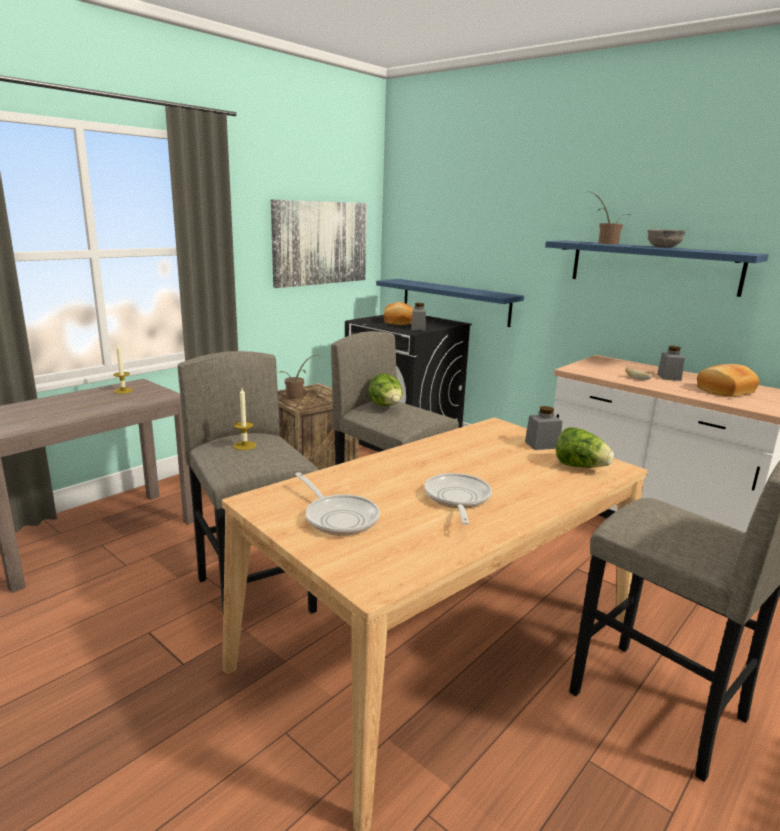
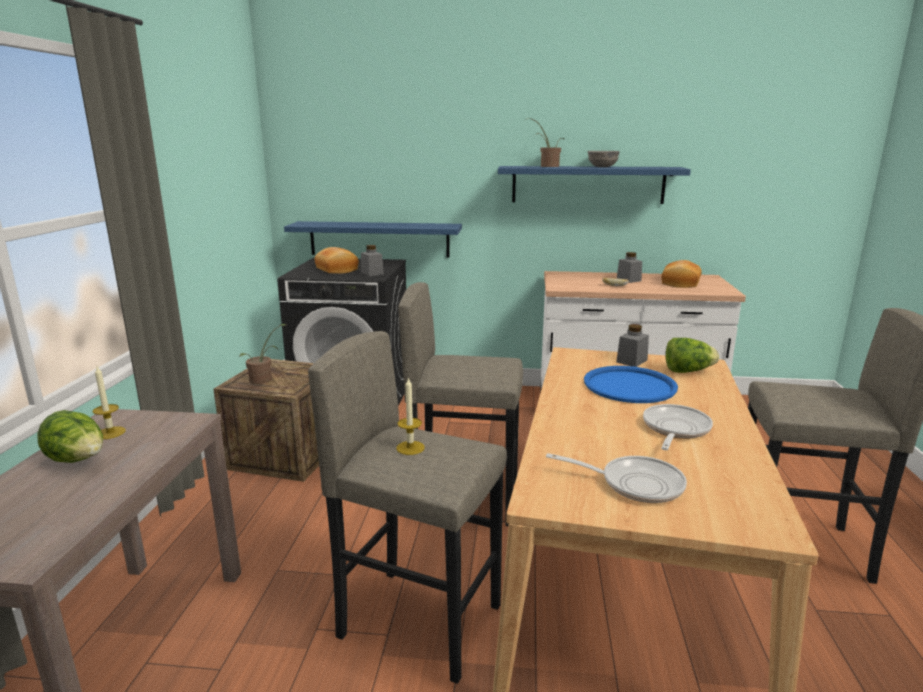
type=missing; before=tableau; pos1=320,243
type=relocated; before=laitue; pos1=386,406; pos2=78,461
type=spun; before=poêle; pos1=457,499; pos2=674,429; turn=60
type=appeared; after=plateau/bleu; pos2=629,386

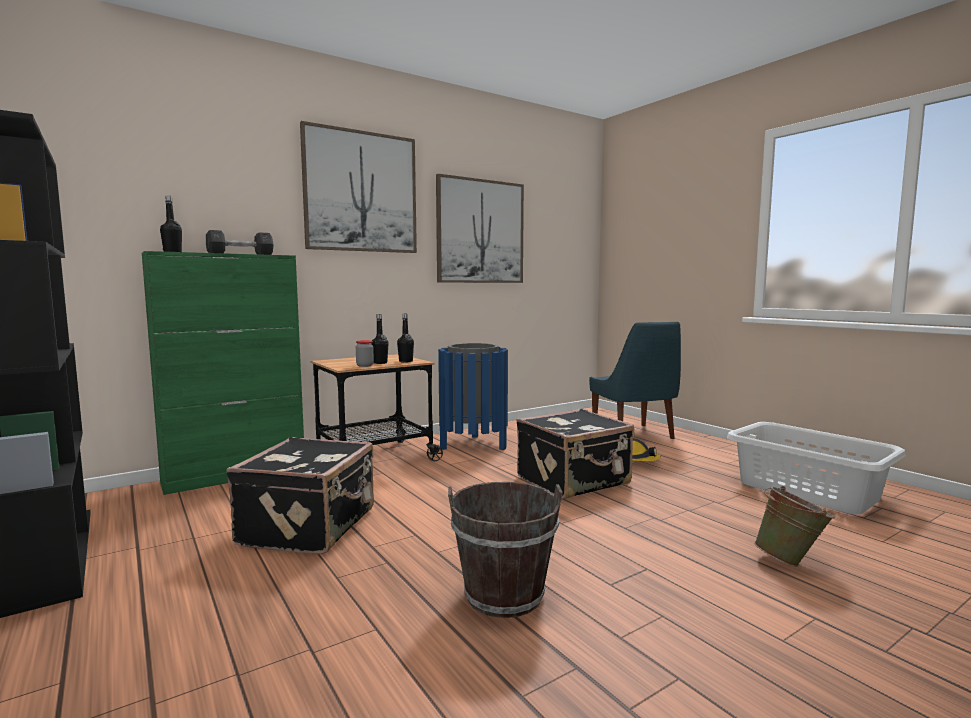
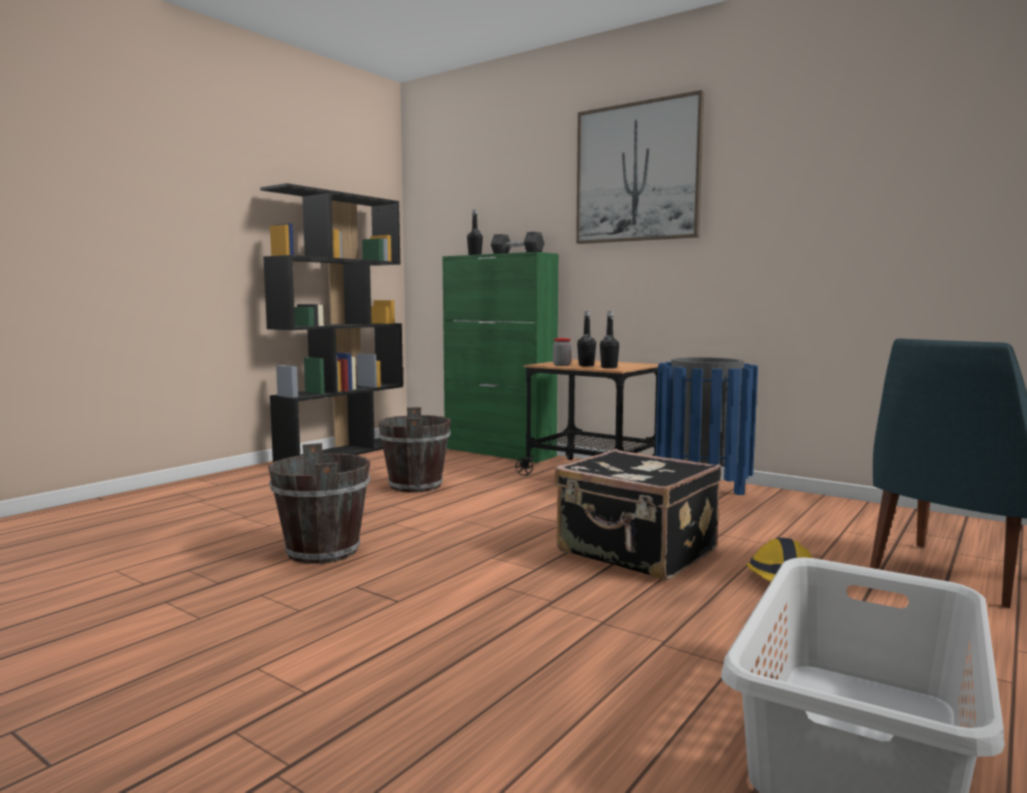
type=missing; before=tableau; pos1=480,232
type=exchanged; before=valise/noir; after=seau/marron; pos1=311,527; pos2=416,486
type=missing; before=seau/vert; pos1=791,561

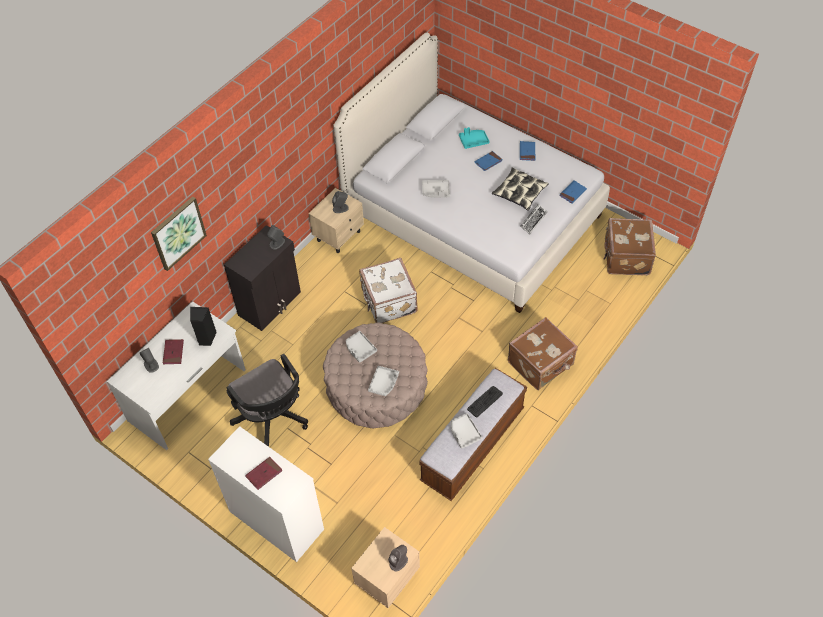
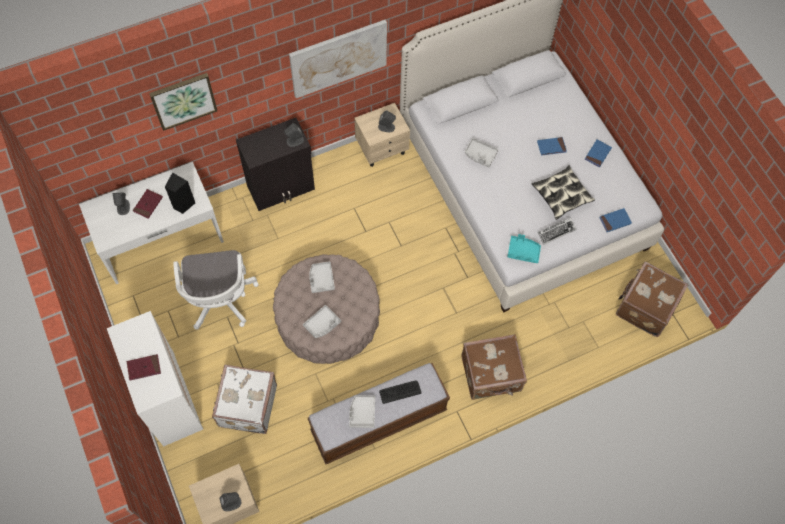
type=relocated; before=plateau/turquoise; pos1=473,141; pos2=523,251
type=relocated; before=valise/blanc; pos1=388,302; pos2=246,406
type=colour; before=chaise de bureau/noir; after=chaise de bureau/blanc; pos1=273,419; pos2=220,302
type=appeared; after=tableau; pos2=338,58

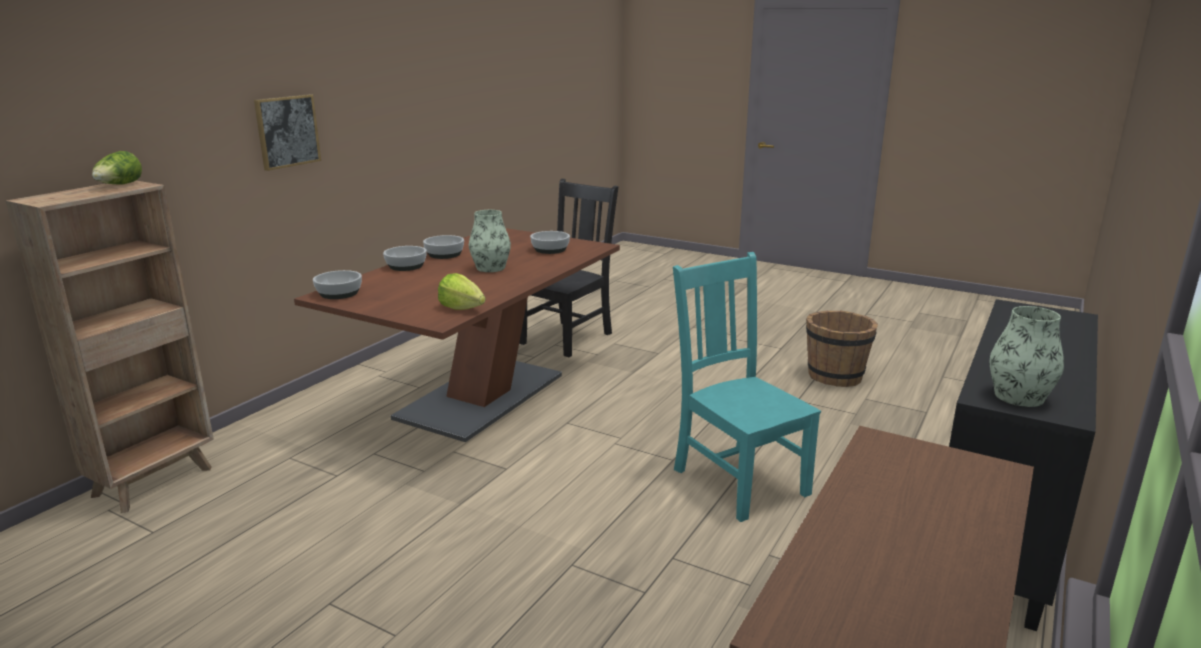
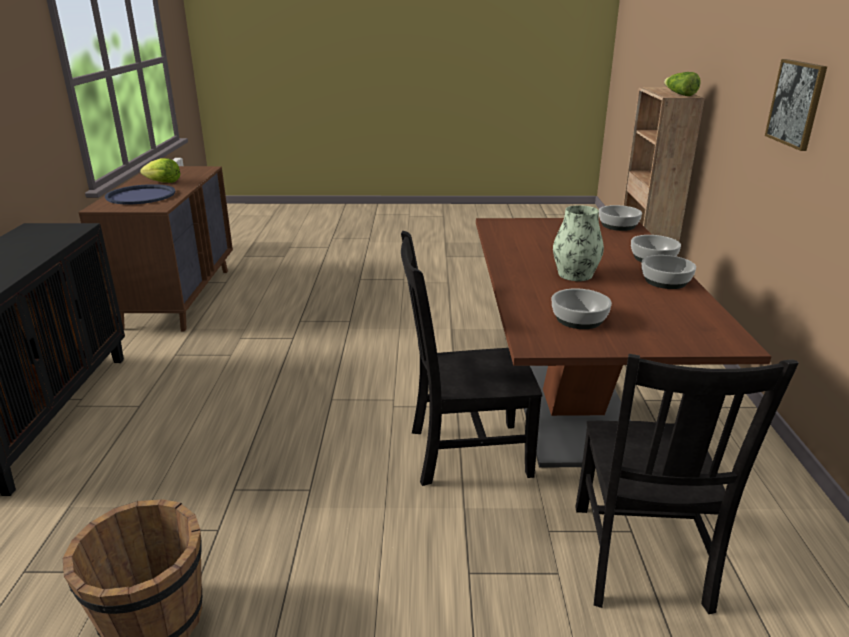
type=missing; before=chaise/turquoise; pos1=737,479
type=relocated; before=laitue; pos1=461,308; pos2=163,182
type=missing; before=vase; pos1=1019,396
type=appeared; after=plateau/bleu; pos2=141,196
type=appeared; after=chaise/noir; pos2=464,452

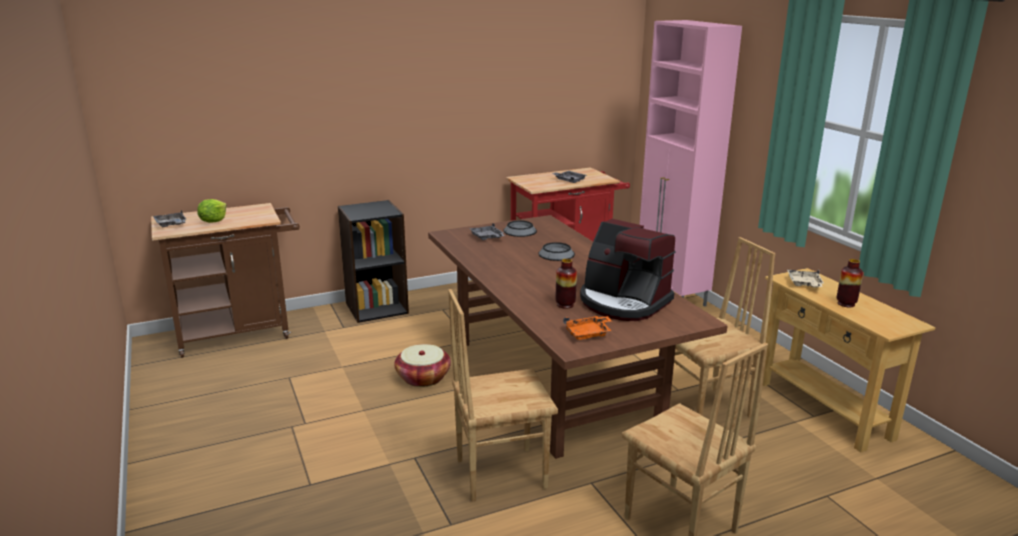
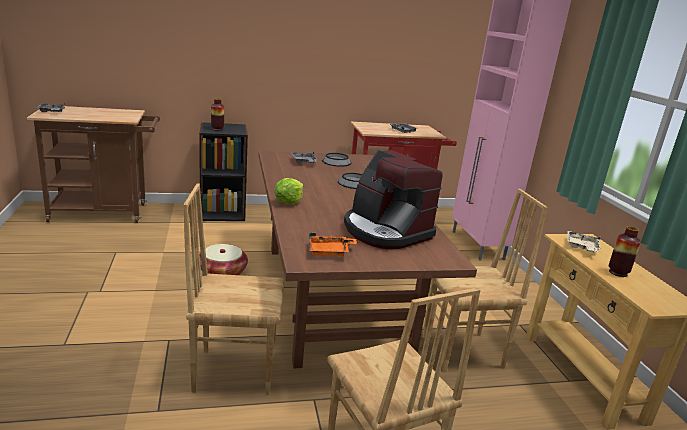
type=relocated; before=laitue; pos1=213,221; pos2=288,202
type=relocated; before=vase; pos1=565,305; pos2=217,129

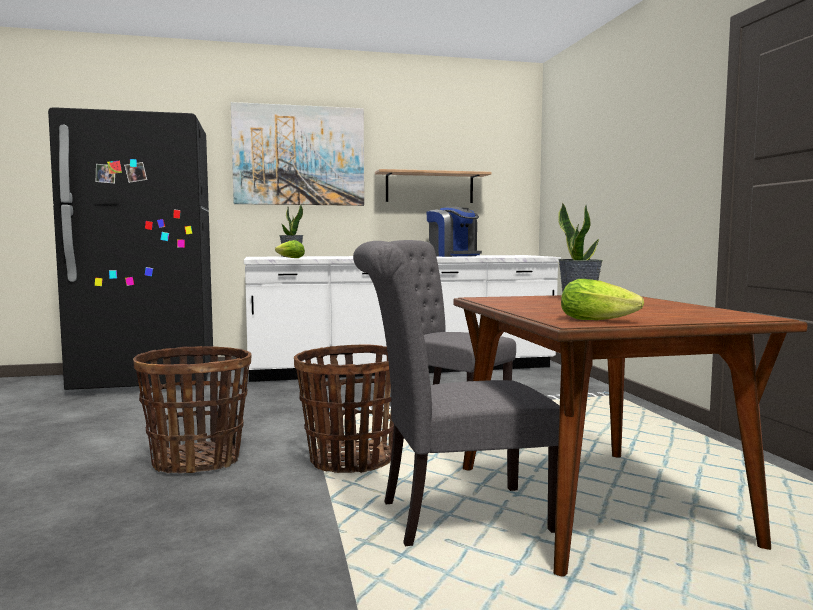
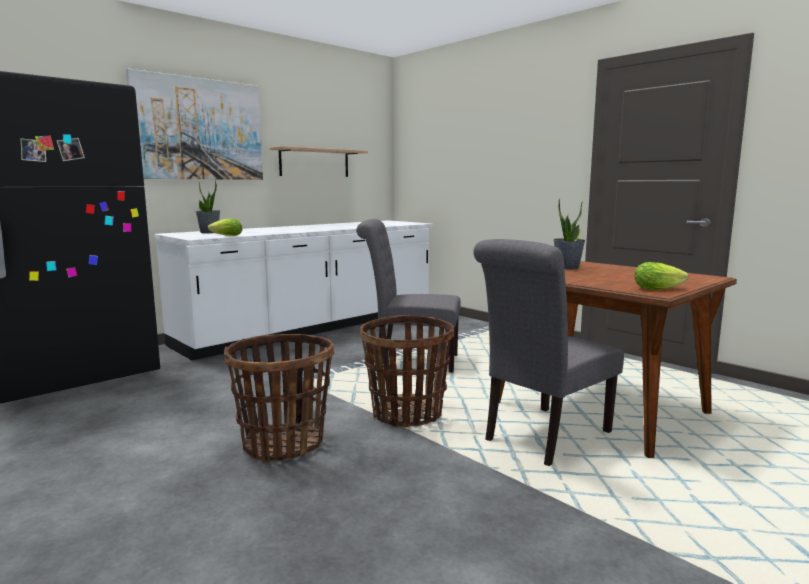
type=missing; before=machine à café; pos1=453,256

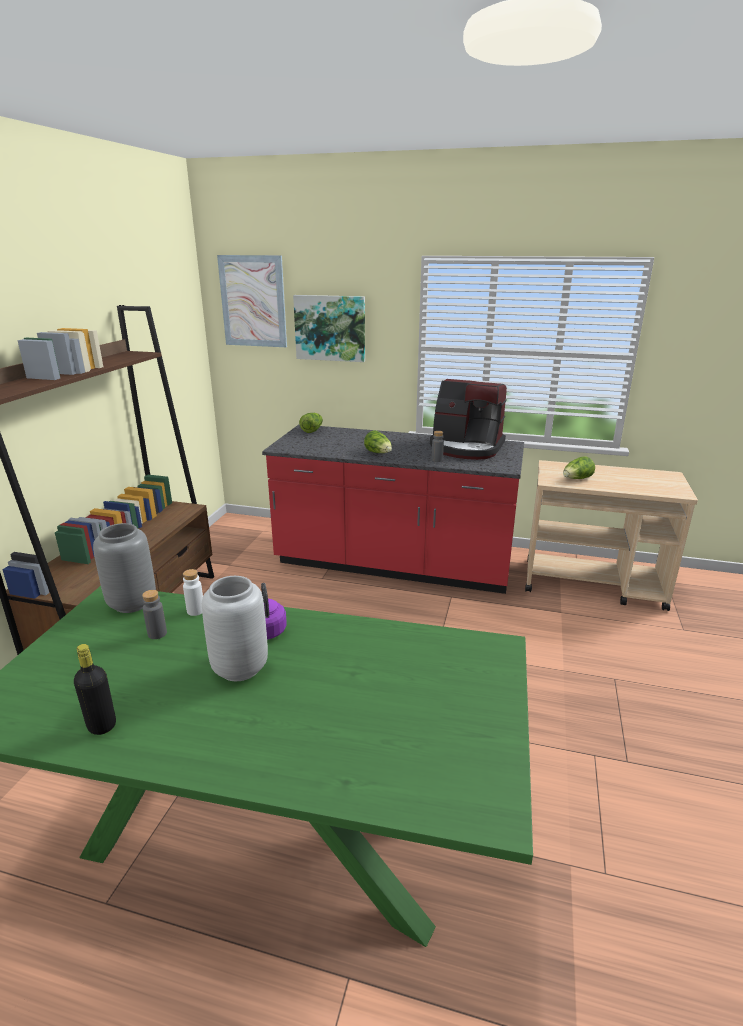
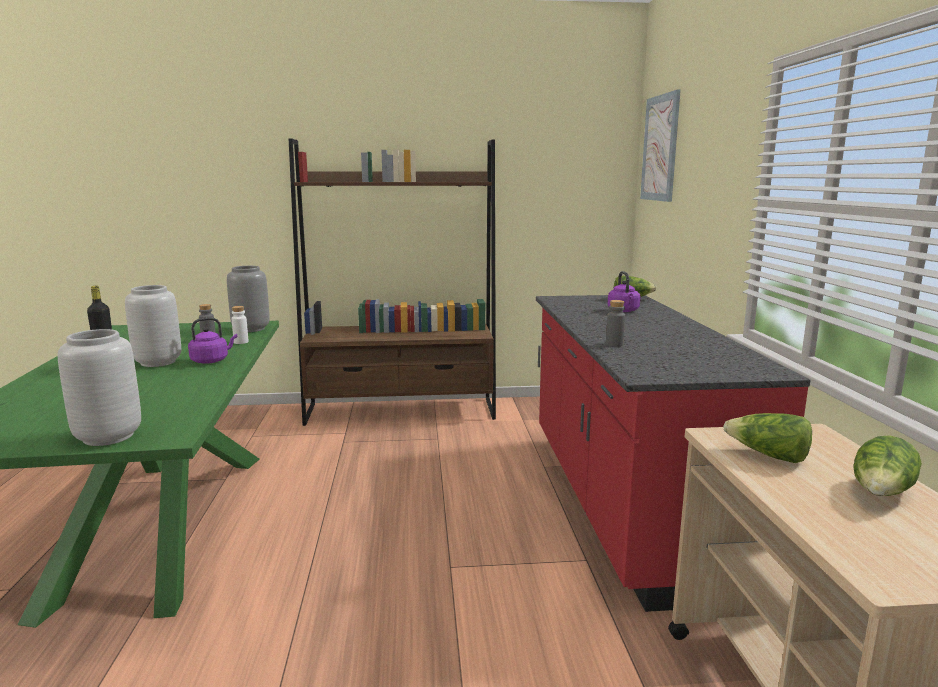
type=missing; before=tableau; pos1=330,328
type=missing; before=machine à café; pos1=466,448
type=relocated; before=laitue; pos1=379,453; pos2=882,493
type=appeared; after=bouilloire/violet; pos2=623,311
type=appeared; after=vase/gris; pos2=107,436

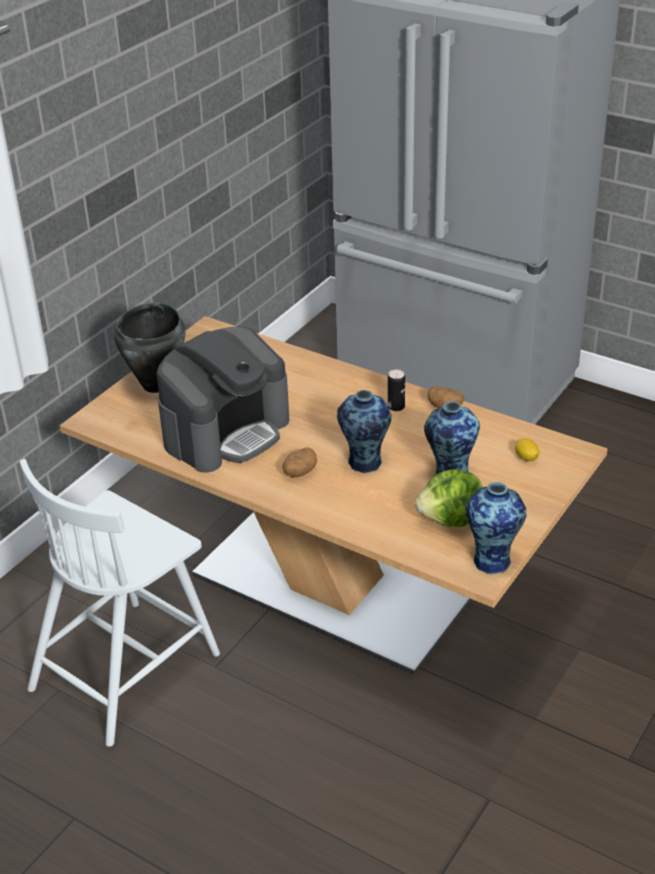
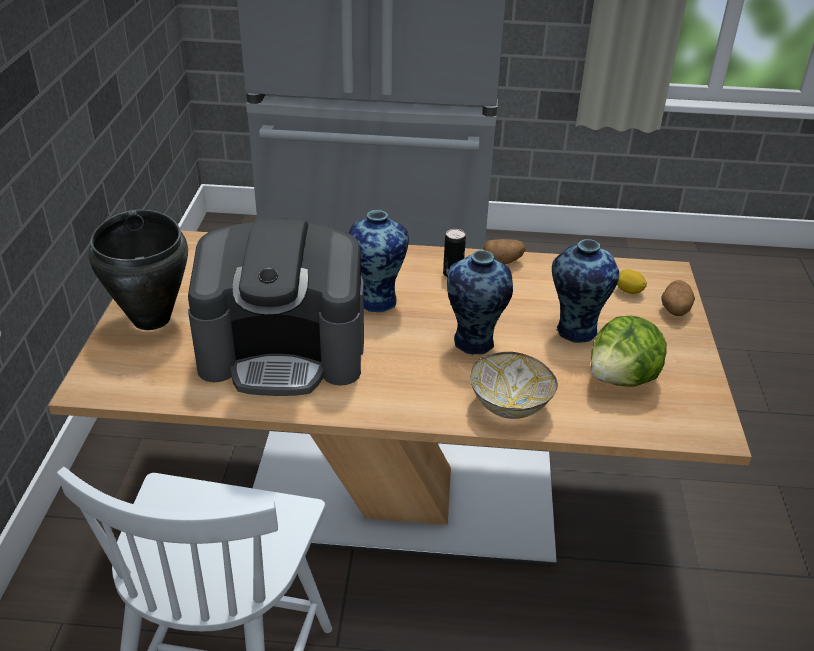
type=spun; before=machine à café; pos1=226,432; pos2=284,352; turn=75
type=relocated; before=pomme de terre; pos1=299,472; pos2=675,310
type=relocated; before=vase; pos1=492,560; pos2=377,300
type=appeared; after=bol; pos2=510,406

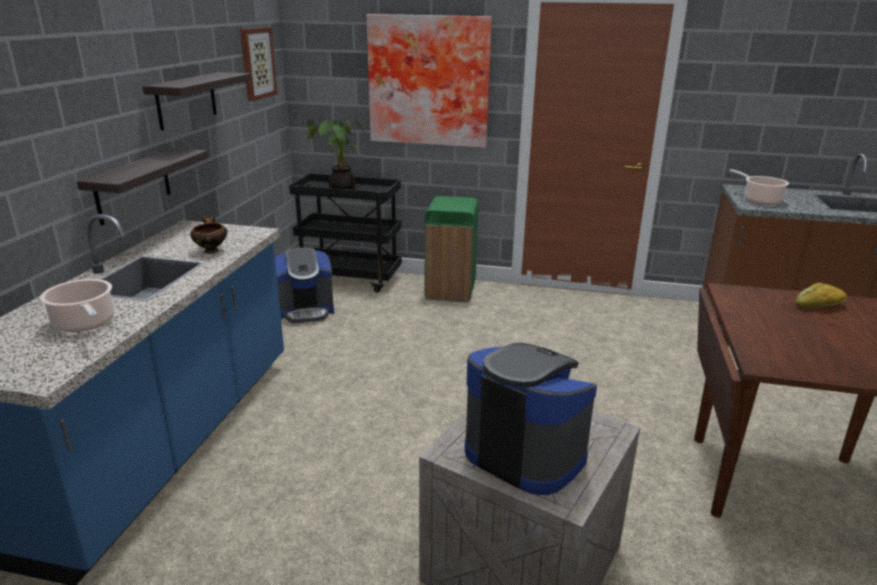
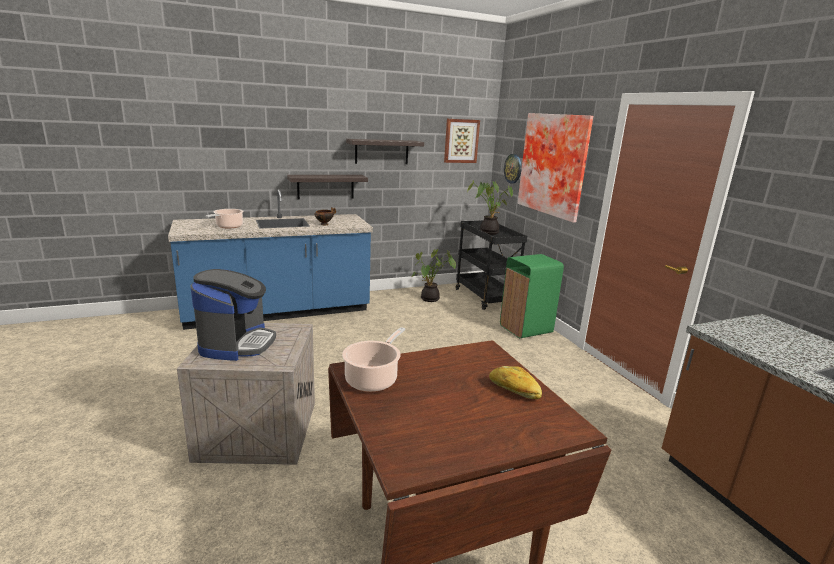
type=relocated; before=marmite; pos1=759,200; pos2=373,379
type=exchanged; before=machine à café; after=plante en pot; pos1=306,311; pos2=430,299
type=appeared; after=horloge murale; pos2=513,168

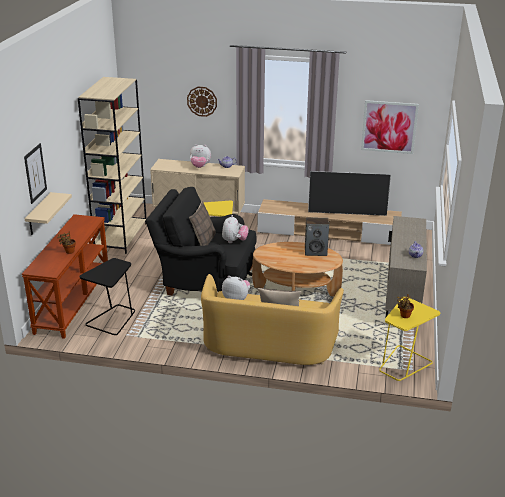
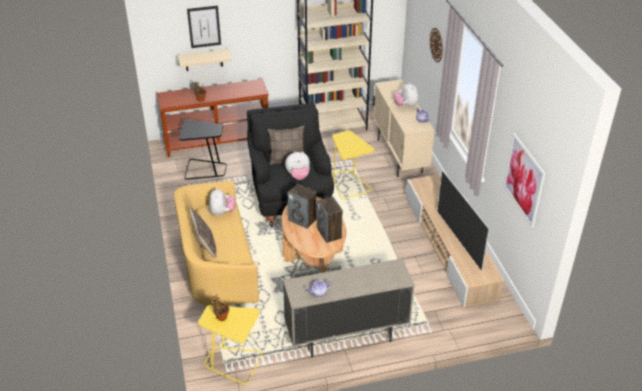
type=appeared; after=enceinte; pos2=302,220

